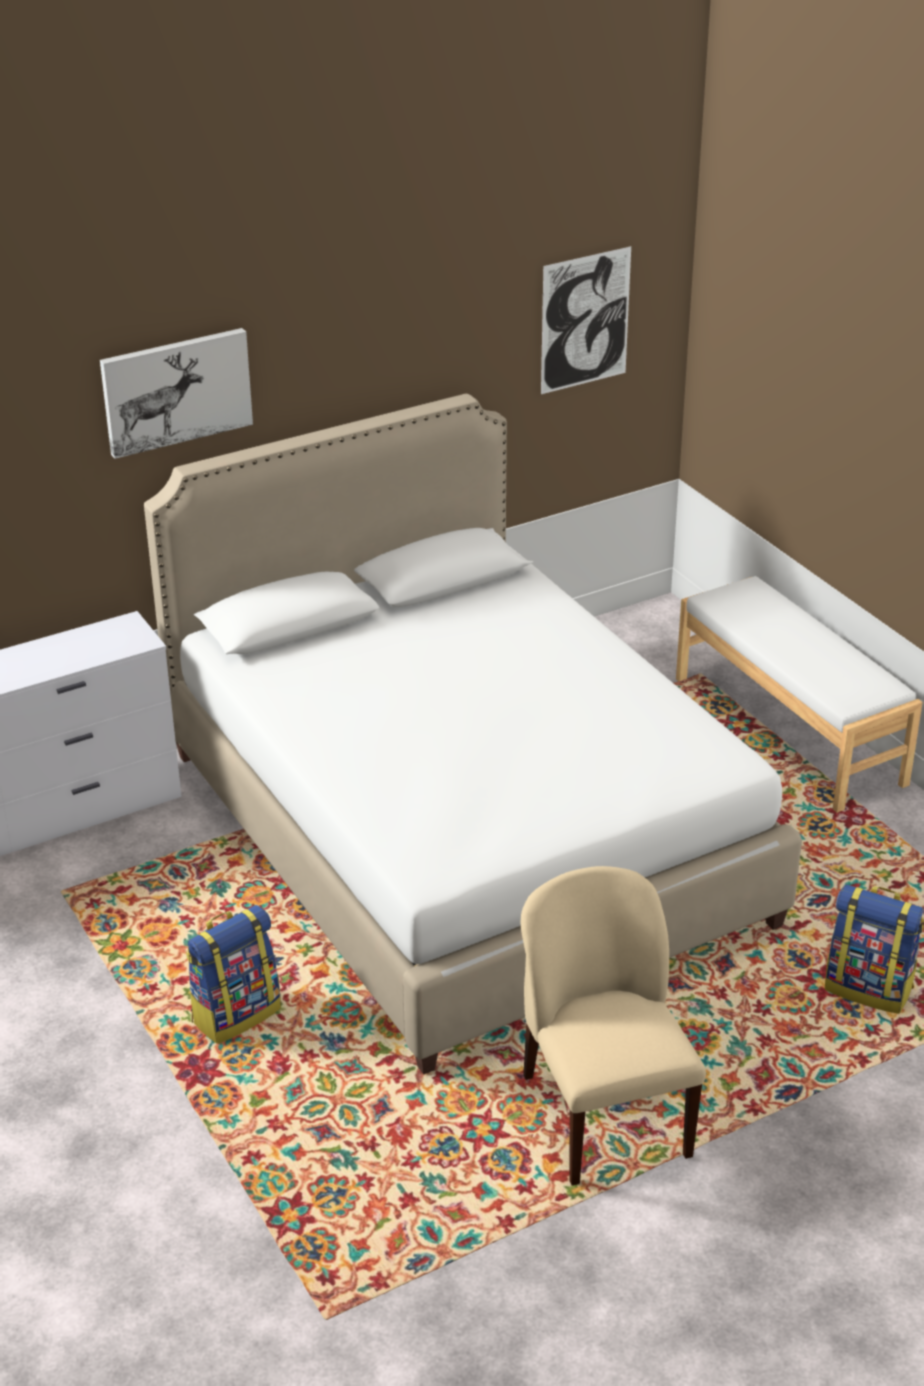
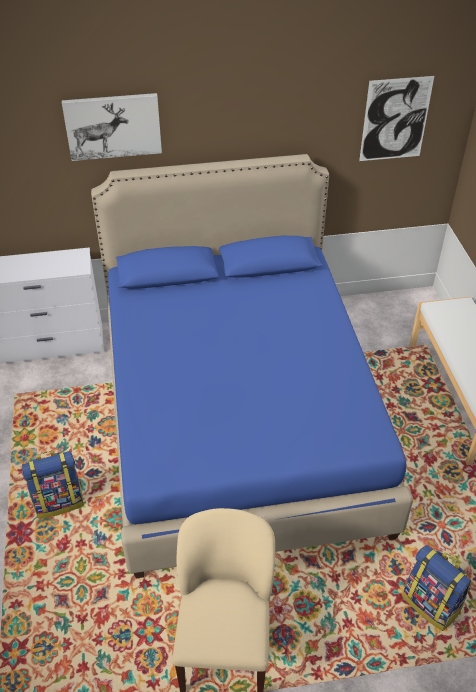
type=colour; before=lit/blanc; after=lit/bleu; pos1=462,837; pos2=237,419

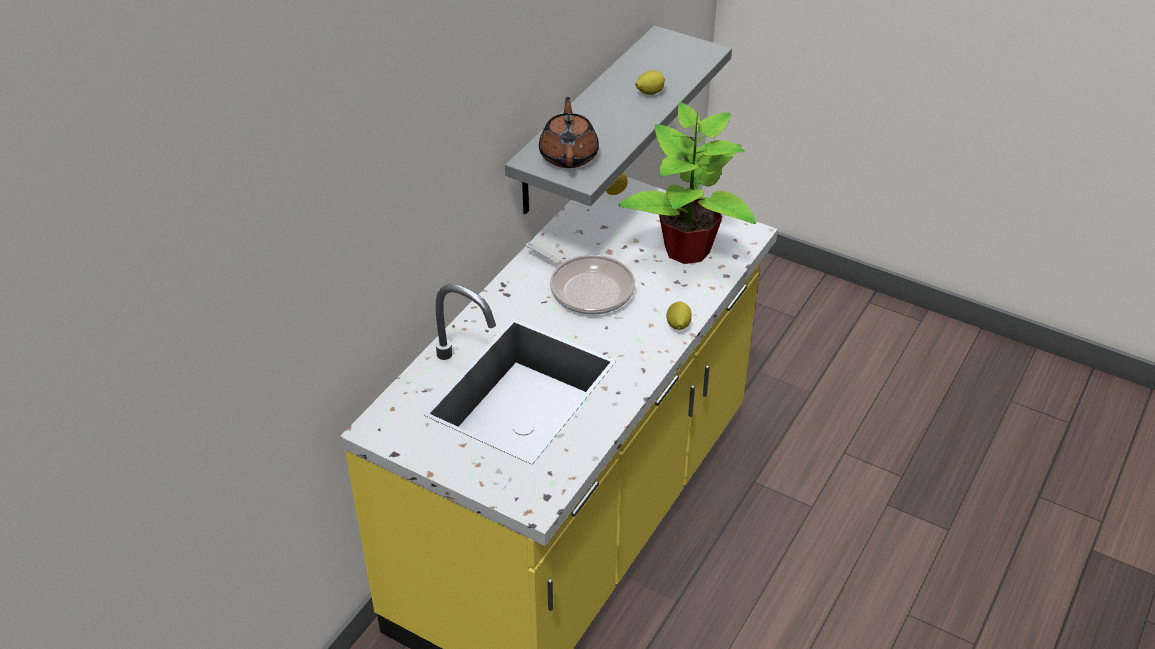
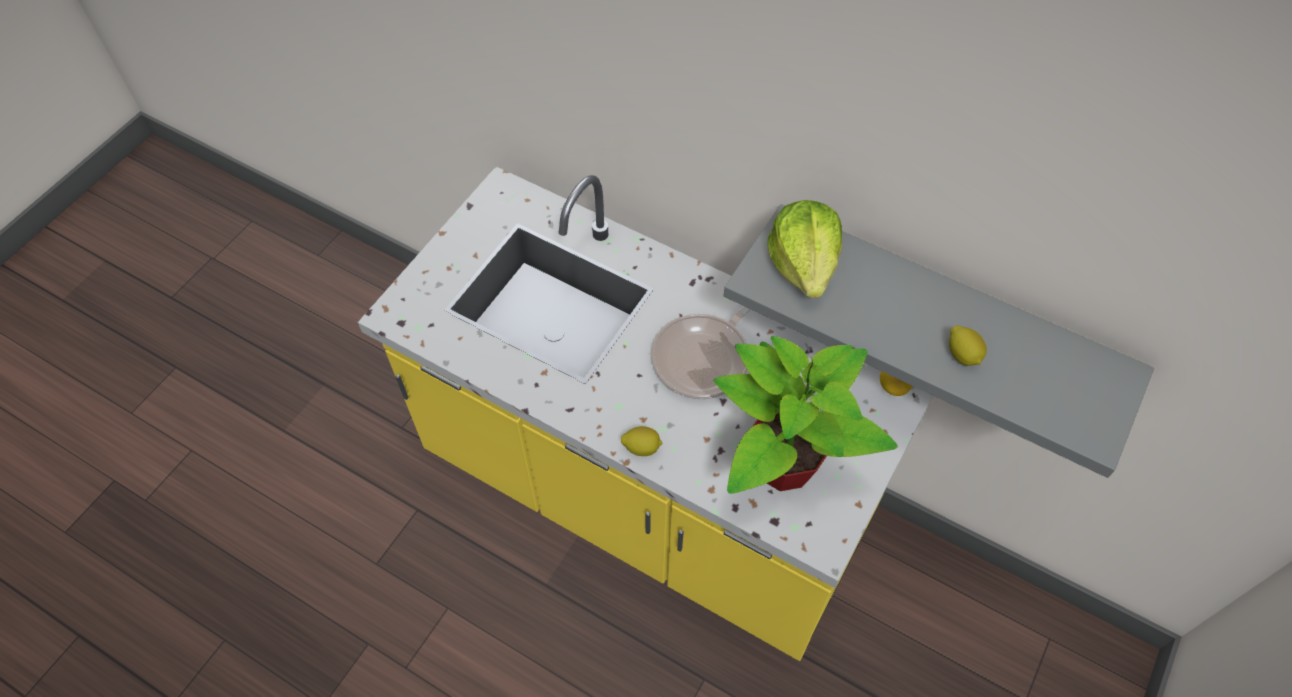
type=exchanged; before=théière/marron; after=laitue; pos1=569,155; pos2=804,264

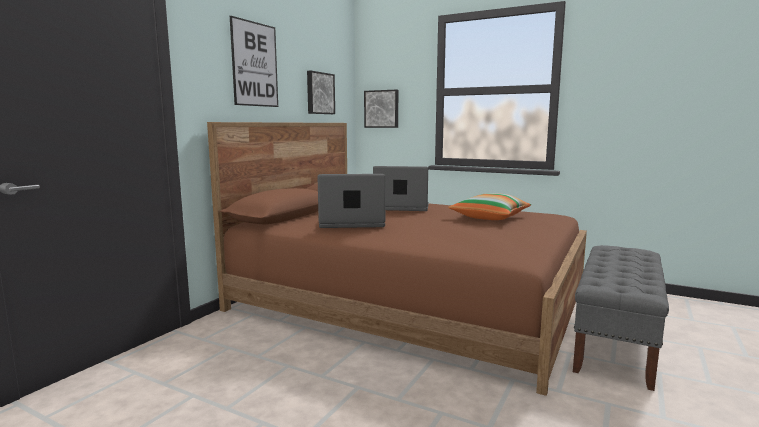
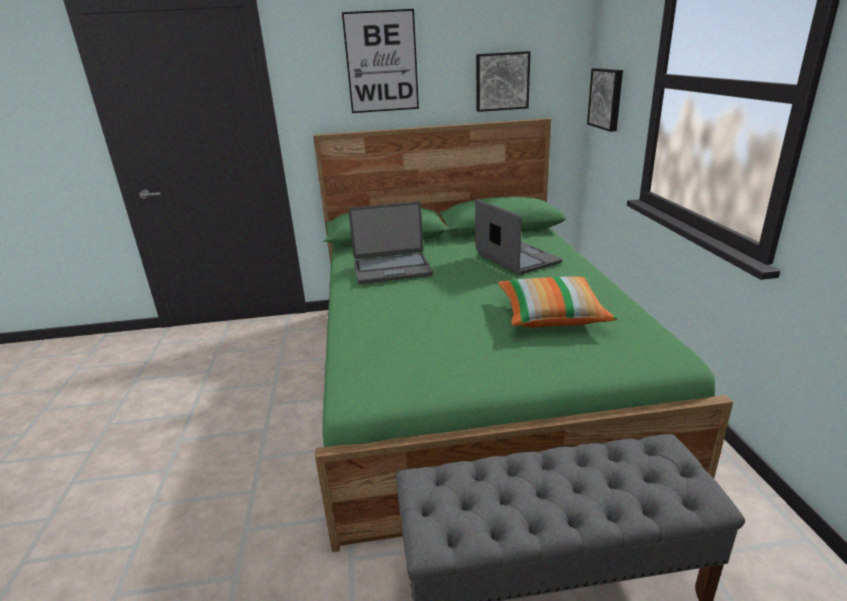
type=colour; before=lit/marron; after=lit/vert; pos1=409,300; pos2=471,375
type=spun; before=ordinateur portable; pos1=352,223; pos2=392,269; turn=120

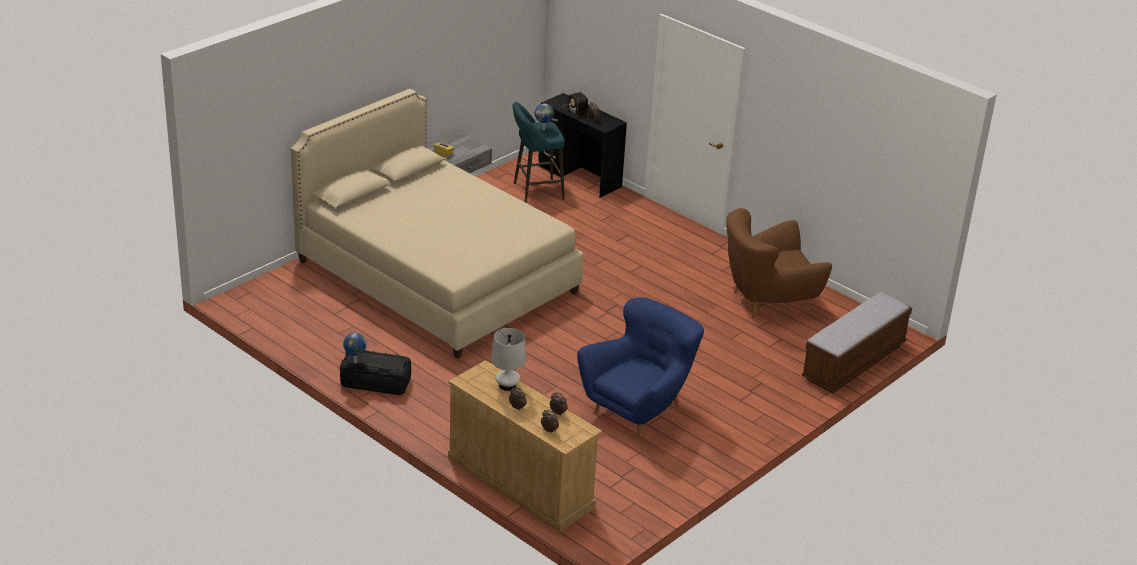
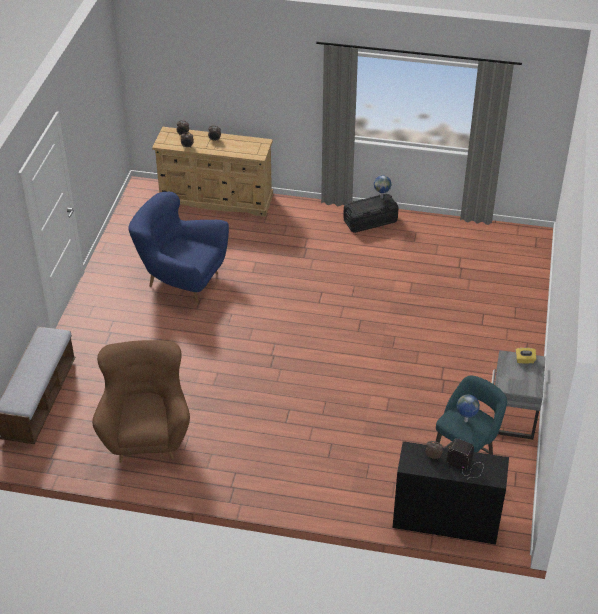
type=missing; before=lit/beige; pos1=437,277
type=spun; before=fauteuil/marron; pos1=768,301; pos2=147,435; turn=-45
type=spun; before=fauteuil/bleu; pos1=638,409; pos2=181,279; turn=105
type=missing; before=lampe de table/blanc; pos1=507,385

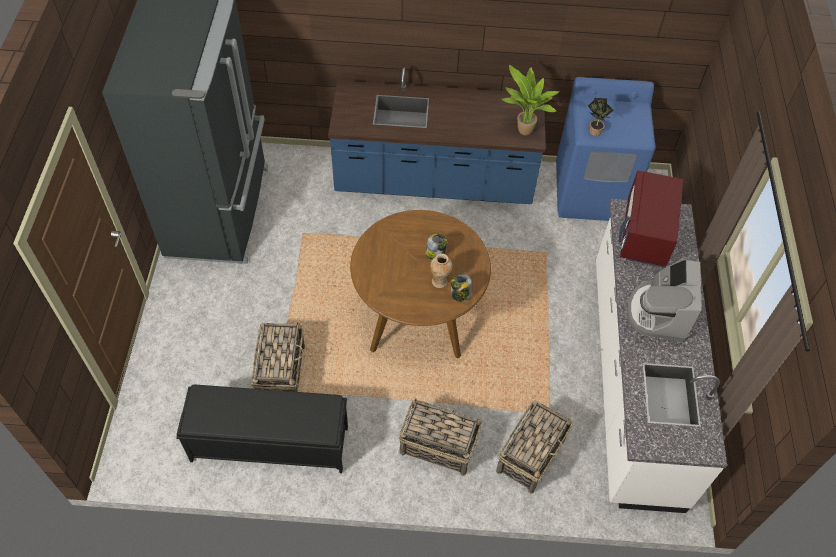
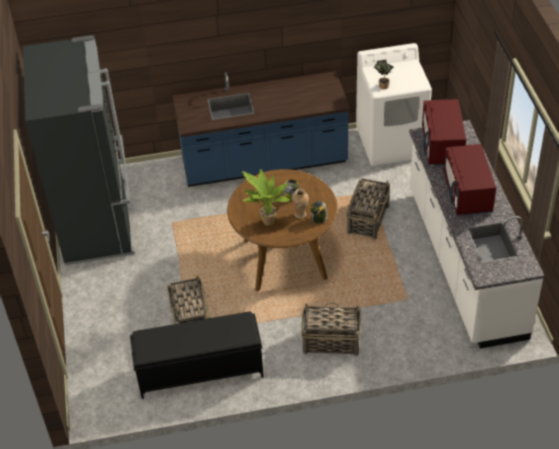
type=relocated; before=plante en pot; pos1=523,132; pos2=267,223
type=colour; before=lave-linge/bleu; after=lave-linge/blanc; pos1=592,192; pos2=391,143
type=exchanged; before=machine à café; after=micro-ondes/rouge; pos1=658,313; pos2=468,194
type=relocated; before=panier; pos1=531,455; pos2=368,219

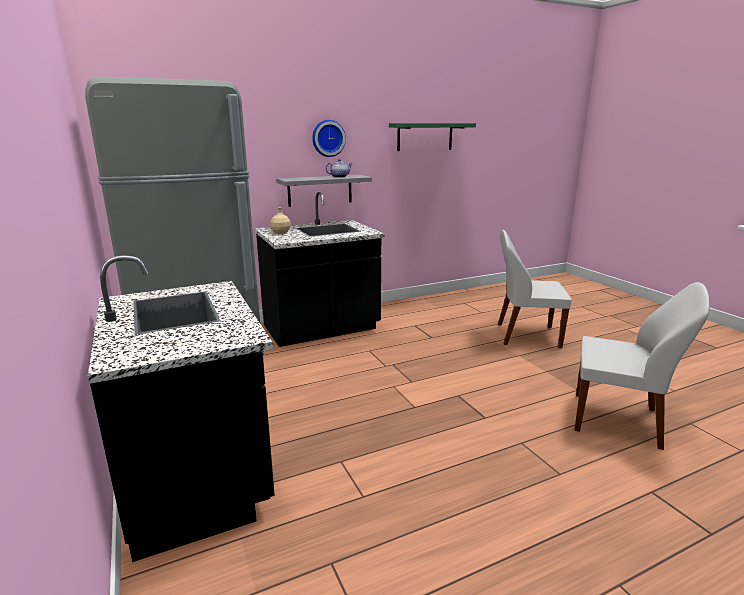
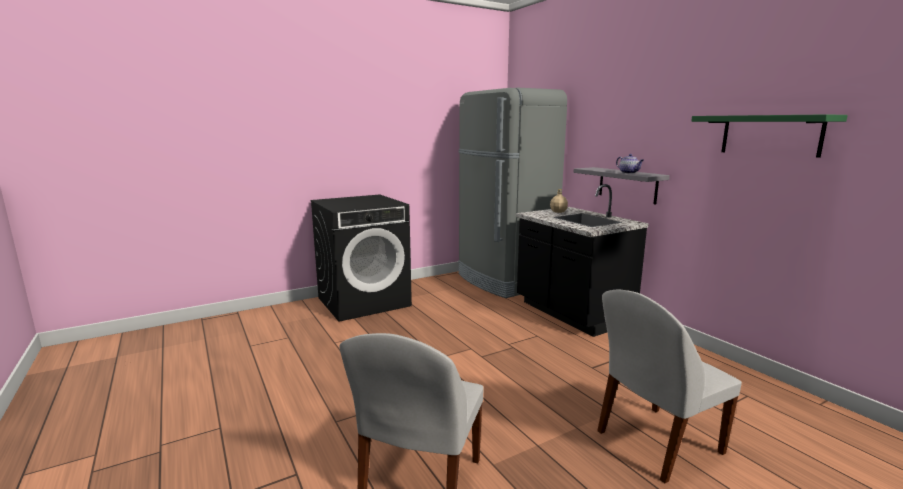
type=missing; before=horloge murale; pos1=328,138
type=spun; before=chaise/blanc; pos1=525,335; pos2=656,443; turn=-120
type=exchanged; before=comptoir de cuisine/noir; after=lave-linge/noir; pos1=199,475; pos2=364,301

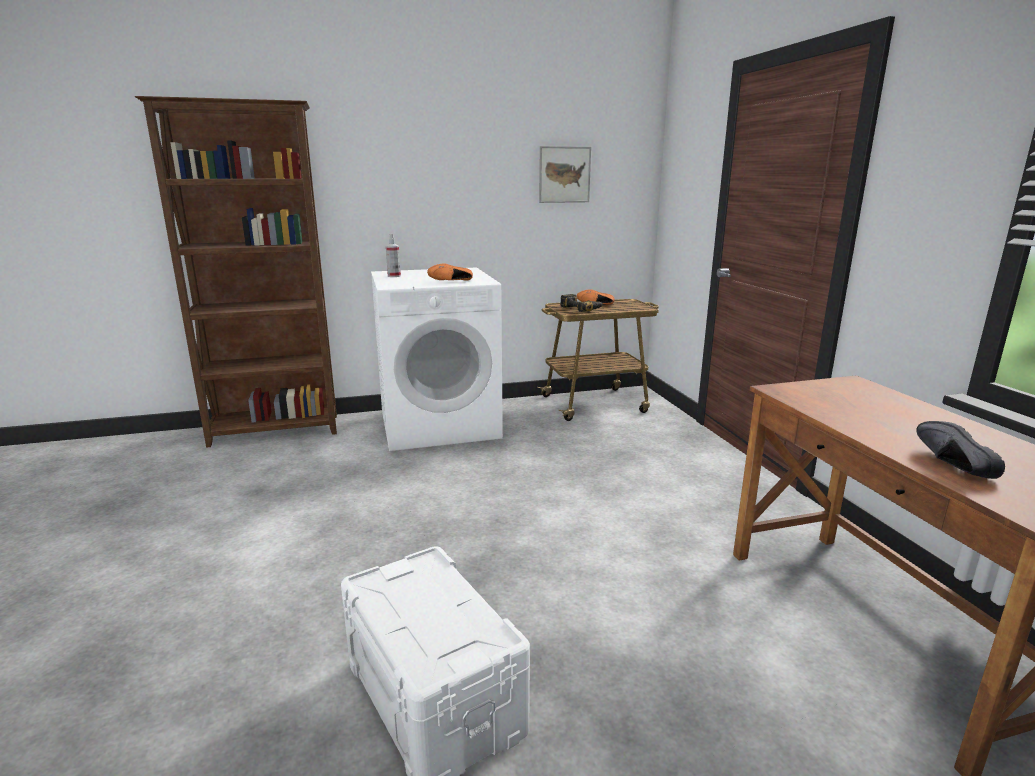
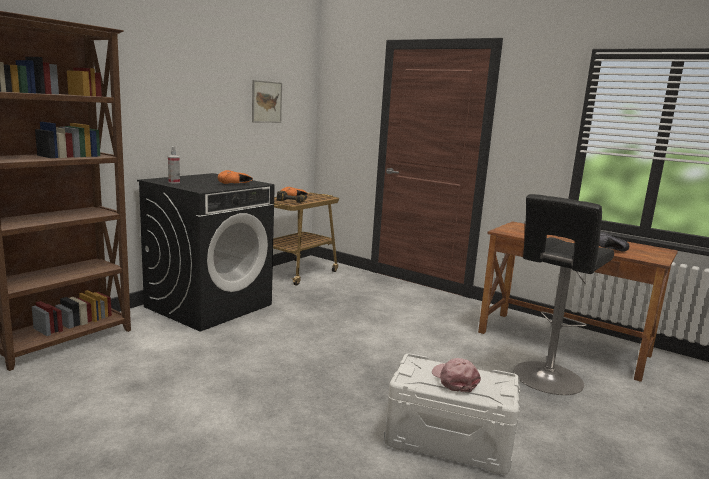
type=colour; before=lave-linge/blanc; after=lave-linge/noir; pos1=440,424; pos2=209,305
type=appeared; after=tabouret/noir; pos2=546,379
type=appeared; after=casquette/rose; pos2=454,380

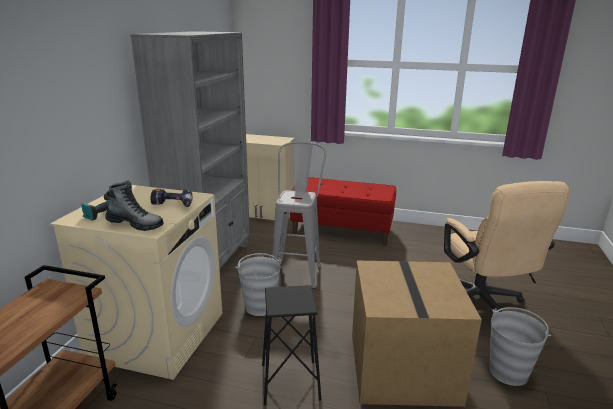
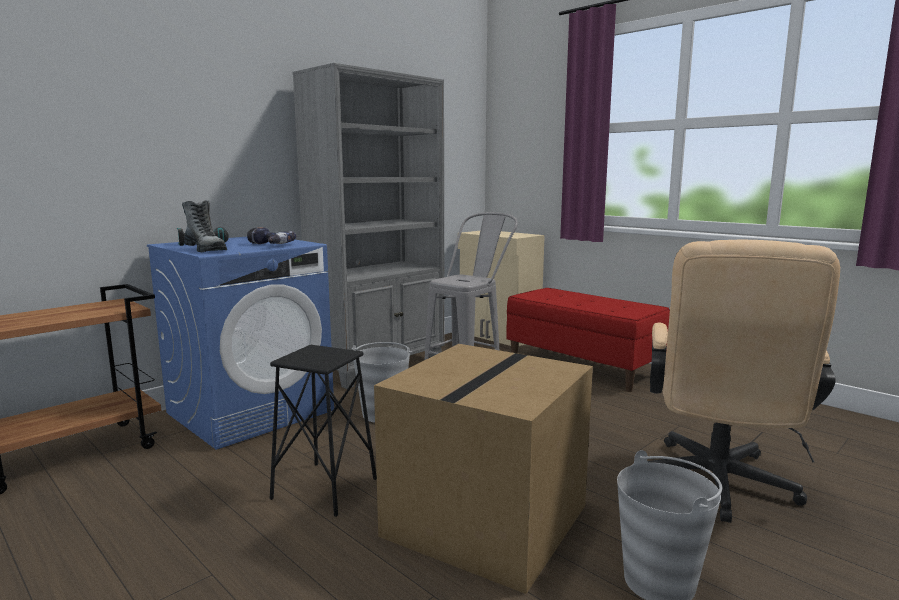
type=colour; before=lave-linge/beige; after=lave-linge/bleu; pos1=158,334; pos2=251,411

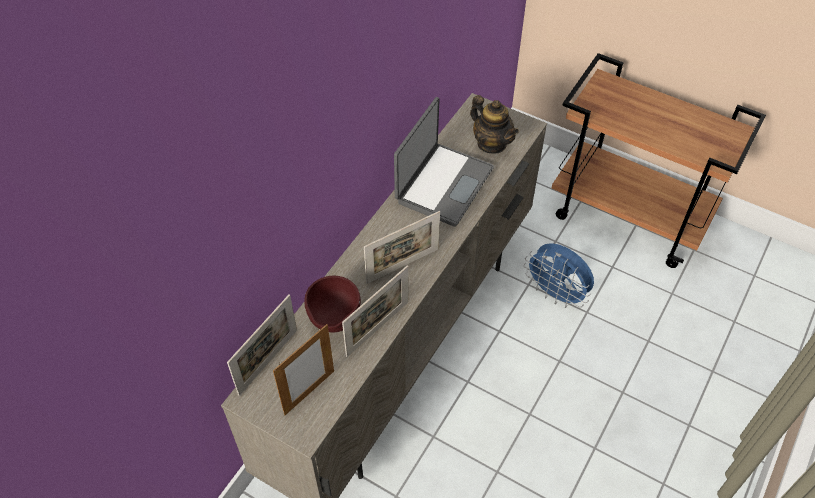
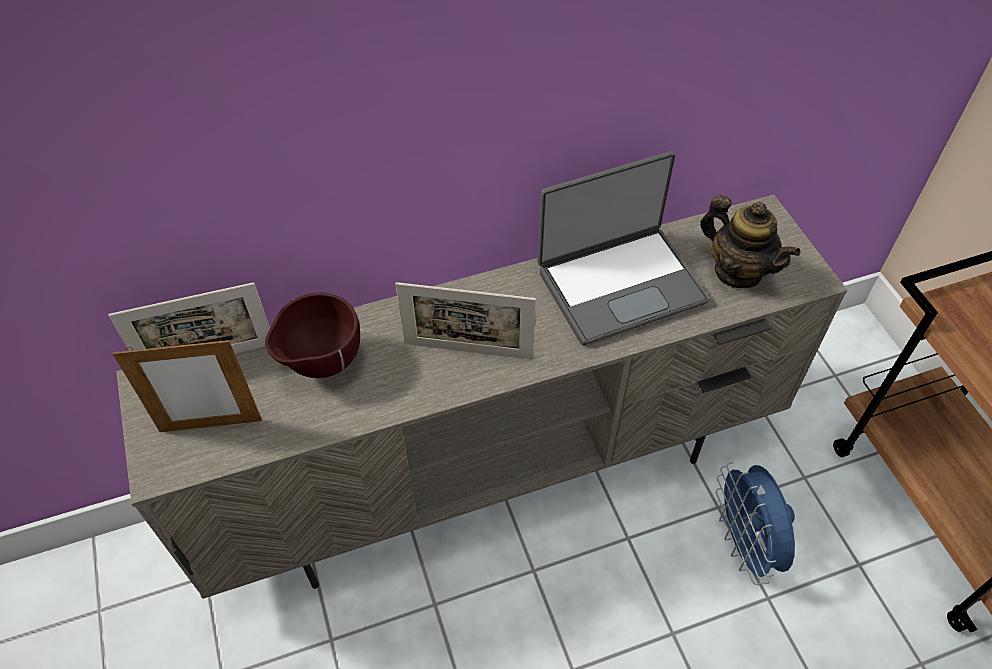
type=spun; before=théière; pos1=491,143; pos2=738,271; turn=-45
type=missing; before=cadre photo; pos1=377,328

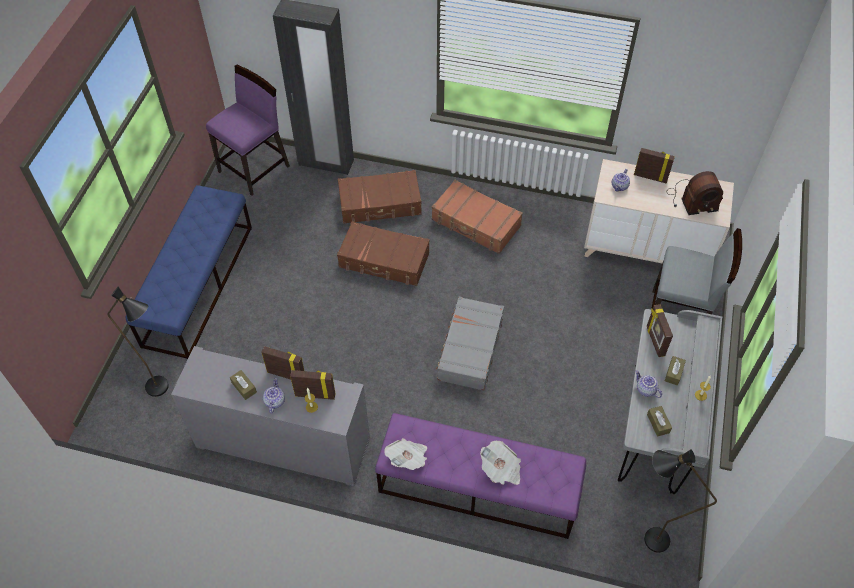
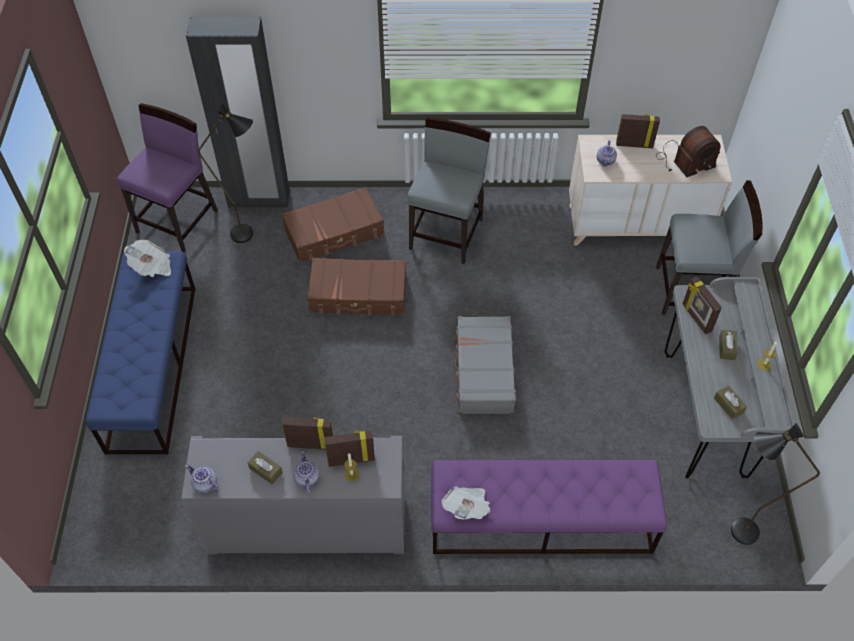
type=exchanged; before=valise/marron; after=chaise/gris; pos1=476,223; pos2=447,233
type=relocated; before=lampadaire/noir; pos1=164,390; pos2=250,235
type=relocated; before=théière; pos1=645,390; pos2=204,484
type=relocated; before=journal; pos1=501,469; pos2=152,267

